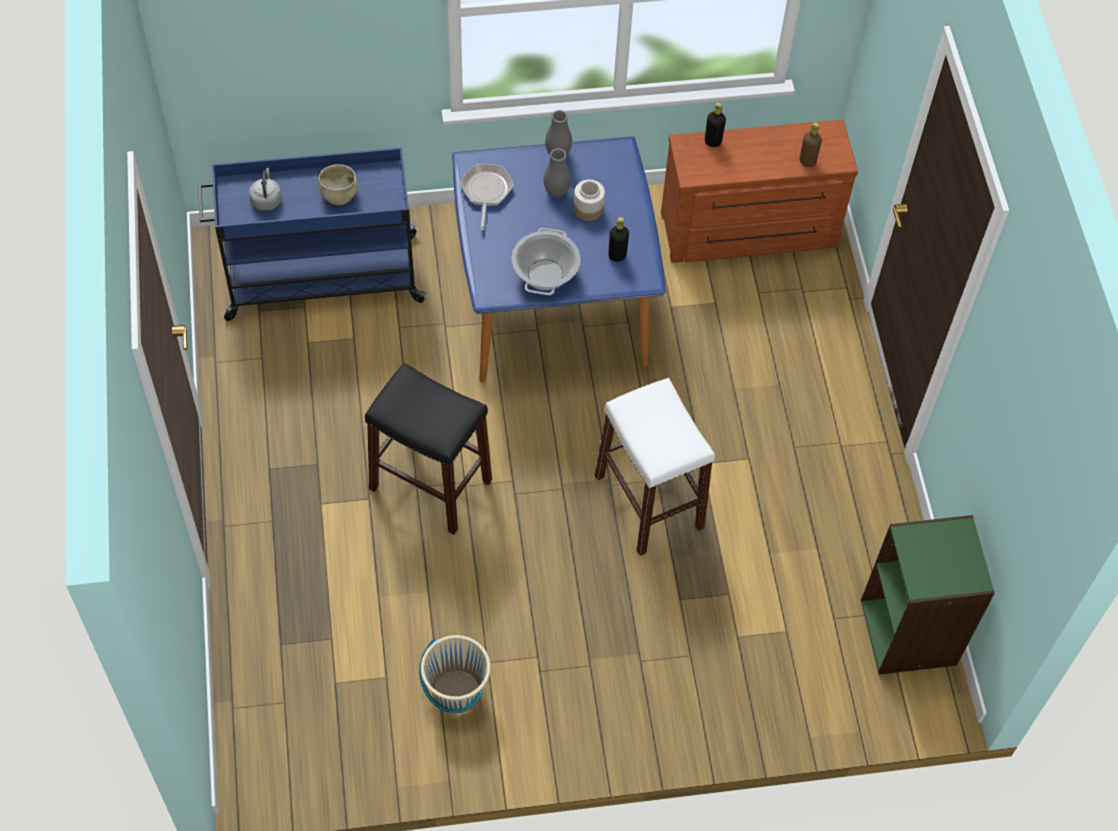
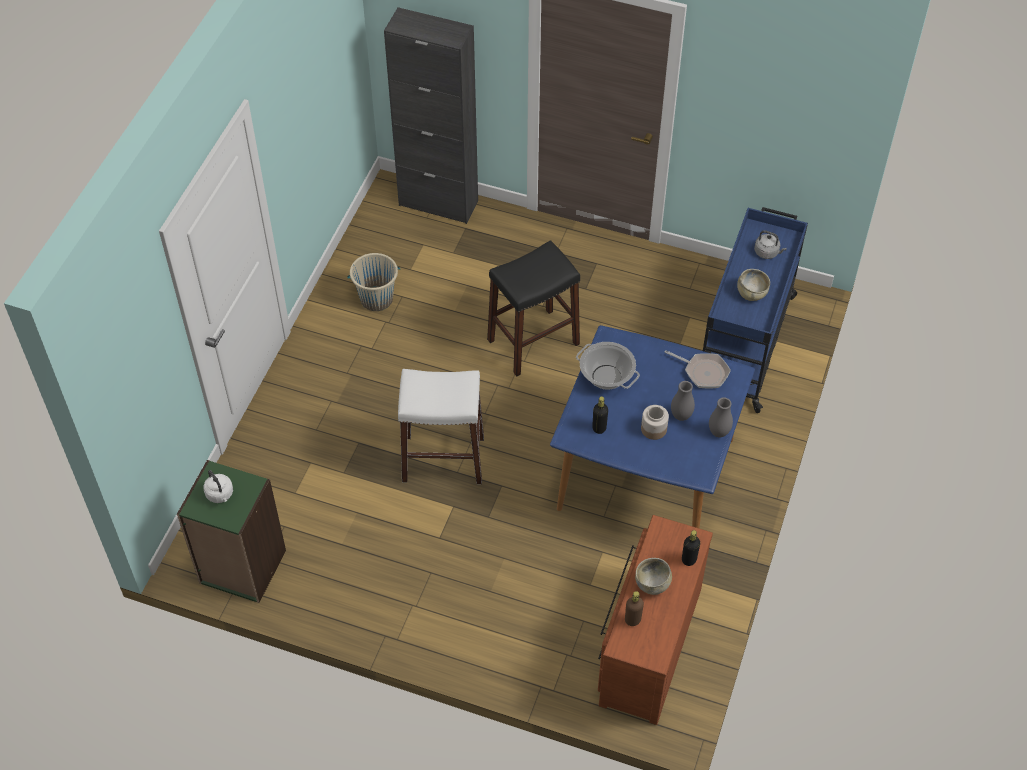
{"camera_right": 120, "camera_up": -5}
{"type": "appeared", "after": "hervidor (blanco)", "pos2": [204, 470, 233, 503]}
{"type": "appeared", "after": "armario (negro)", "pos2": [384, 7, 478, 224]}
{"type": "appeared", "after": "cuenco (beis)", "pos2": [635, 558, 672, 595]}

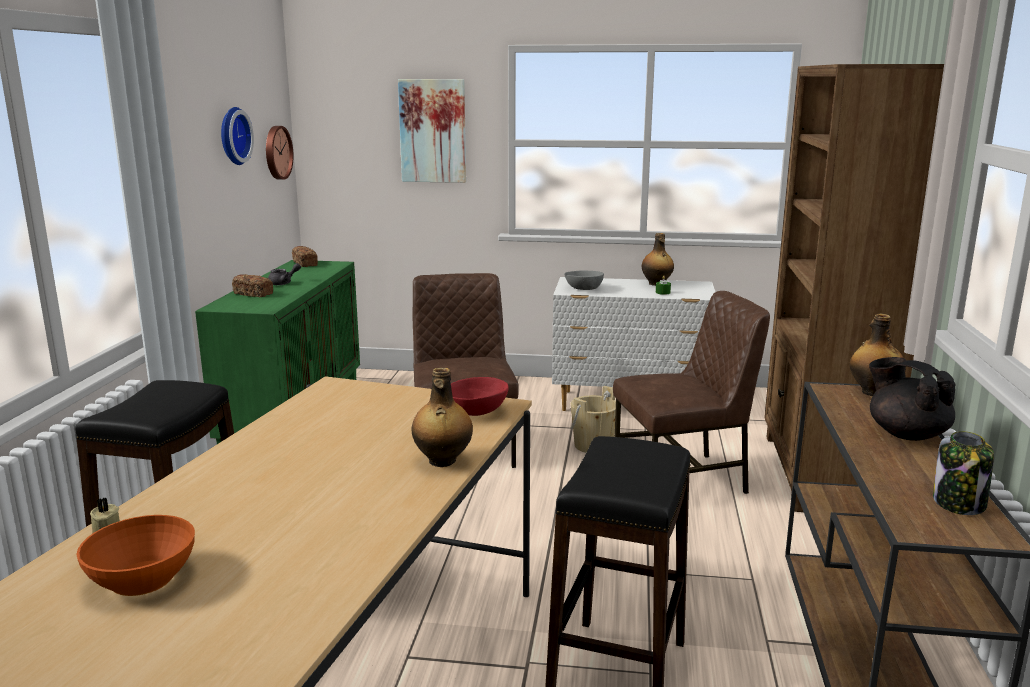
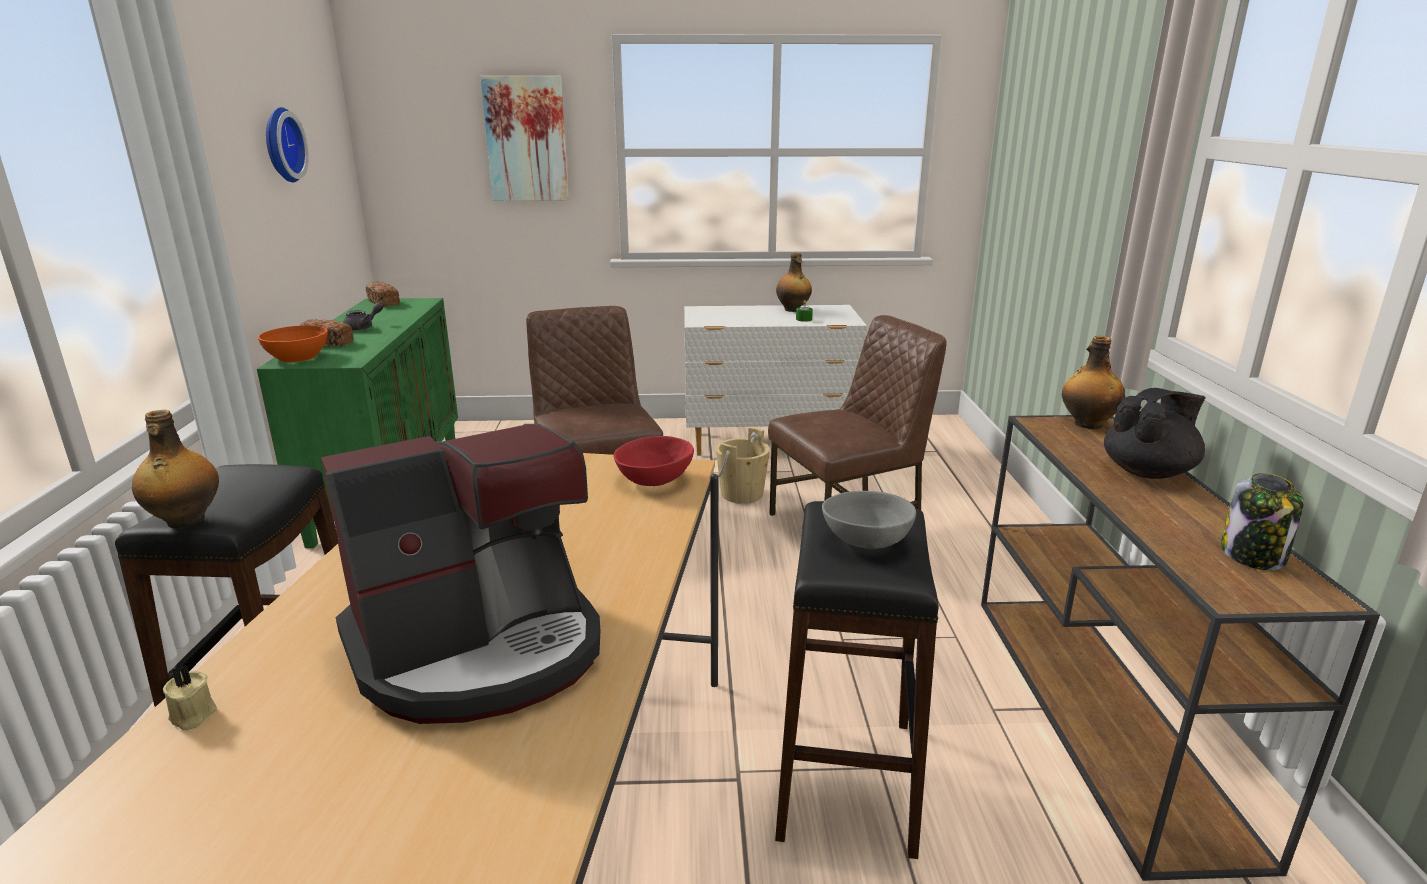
{"camera_right": -10, "camera_up": 5}
{"type": "relocated", "before": "botella", "pos1": [412, 368, 473, 467], "pos2": [132, 410, 219, 529]}
{"type": "relocated", "before": "cuenco (naranja)", "pos1": [76, 515, 195, 596], "pos2": [258, 325, 328, 363]}
{"type": "appeared", "after": "cafetera", "pos2": [321, 424, 600, 724]}
{"type": "relocated", "before": "cuenco (gris)", "pos1": [564, 270, 604, 290], "pos2": [822, 491, 916, 549]}
{"type": "spun", "before": "tetera (negro)", "pos1": [869, 357, 956, 441], "pos2": [1104, 388, 1205, 479], "turn": 105}
{"type": "missing", "before": "reloj de pared", "pos1": [266, 126, 293, 180]}
{"type": "missing", "before": "estantería (marrón)", "pos1": [764, 64, 944, 512]}

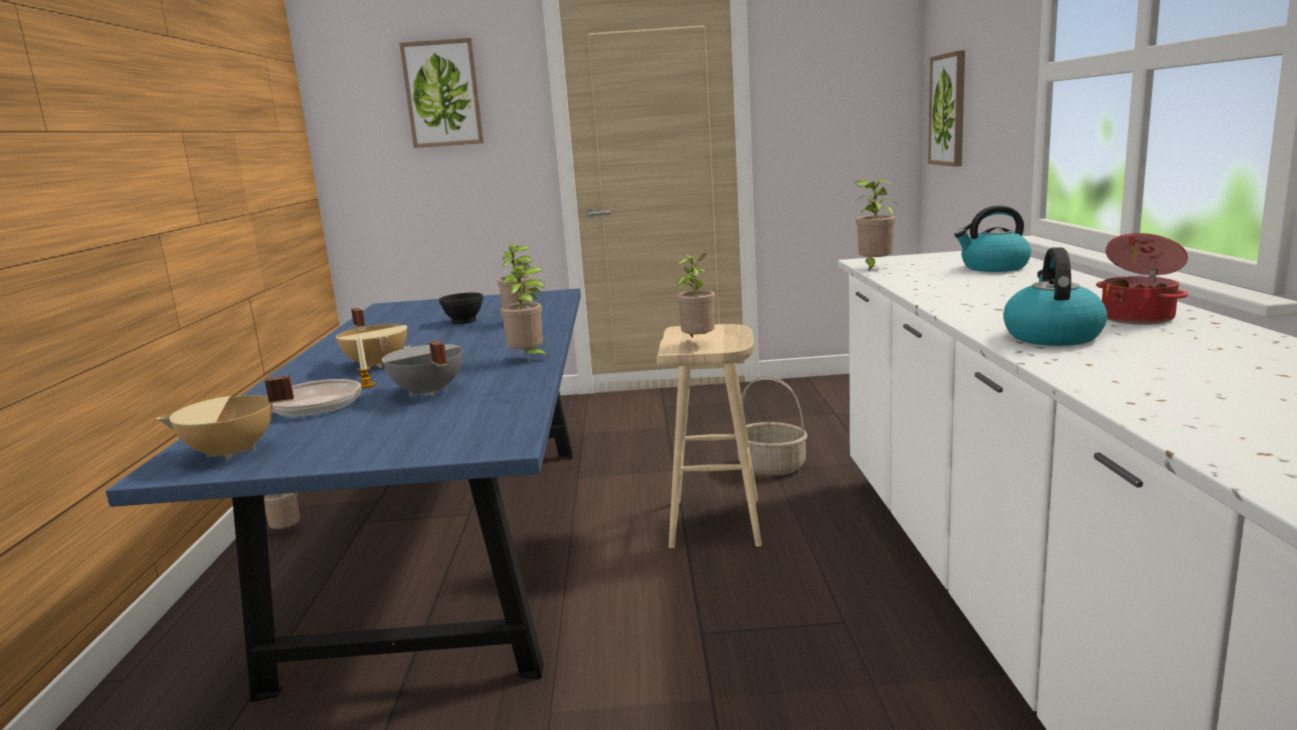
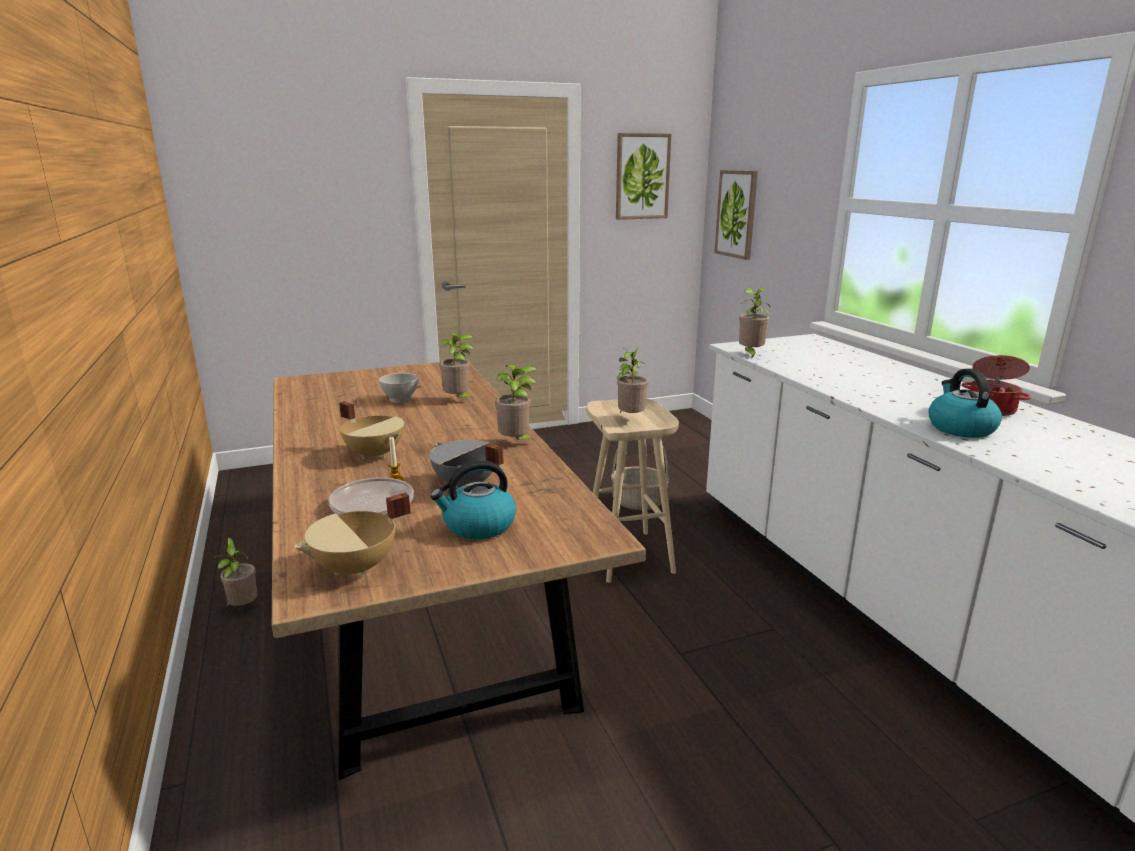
{"camera_right": -20, "camera_up": 5}
{"type": "colour", "before": "mesa de comedor (azul)", "after": "mesa de comedor (marrón)", "pos1": [106, 289, 581, 702], "pos2": [272, 362, 646, 780]}
{"type": "colour", "before": "cuenco (negro)", "after": "cuenco (blanco)", "pos1": [439, 293, 483, 324], "pos2": [379, 373, 419, 403]}
{"type": "relocated", "before": "hervidor", "pos1": [954, 205, 1031, 272], "pos2": [430, 460, 516, 539]}
{"type": "relocated", "before": "cuadro", "pos1": [399, 38, 484, 148], "pos2": [616, 133, 671, 220]}

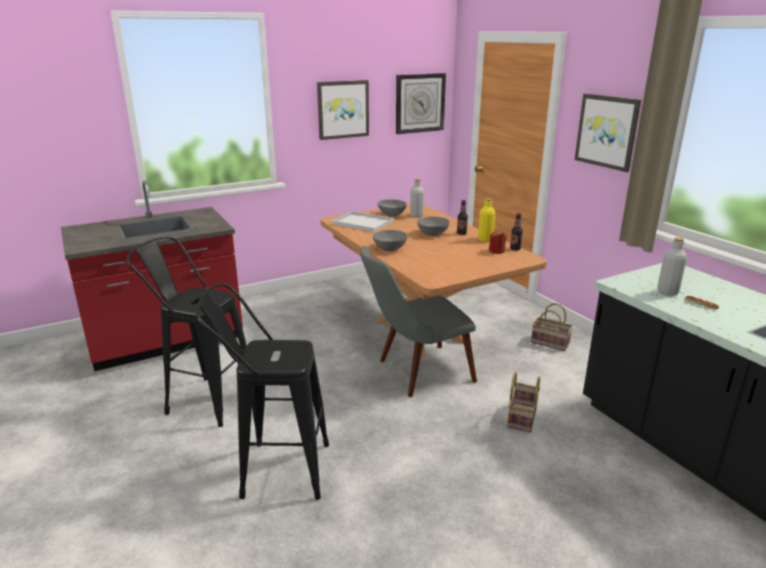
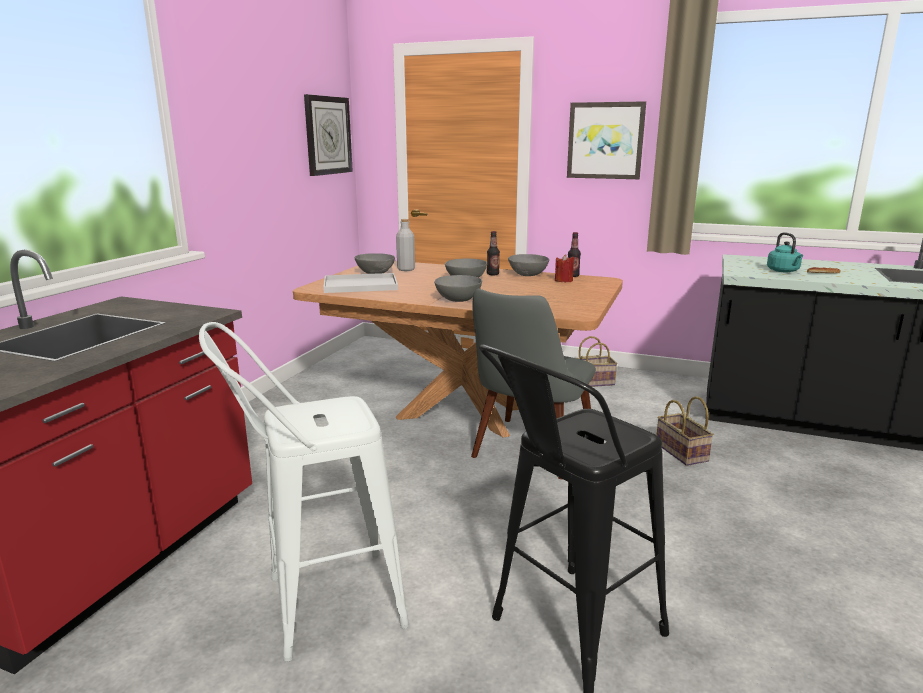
{"camera_right": -40, "camera_up": -5}
{"type": "colour", "before": "taburete (negro)", "after": "taburete (blanco)", "pos1": [126, 237, 247, 427], "pos2": [199, 322, 409, 661]}
{"type": "exchanged", "before": "botella (amarillo)", "after": "cuenco (gris)", "pos1": [478, 198, 495, 242], "pos2": [508, 254, 549, 276]}
{"type": "exchanged", "before": "botella (gris)", "after": "hervidor (turquesa)", "pos1": [657, 237, 687, 296], "pos2": [767, 232, 803, 272]}
{"type": "missing", "before": "cuadro", "pos1": [317, 80, 369, 140]}

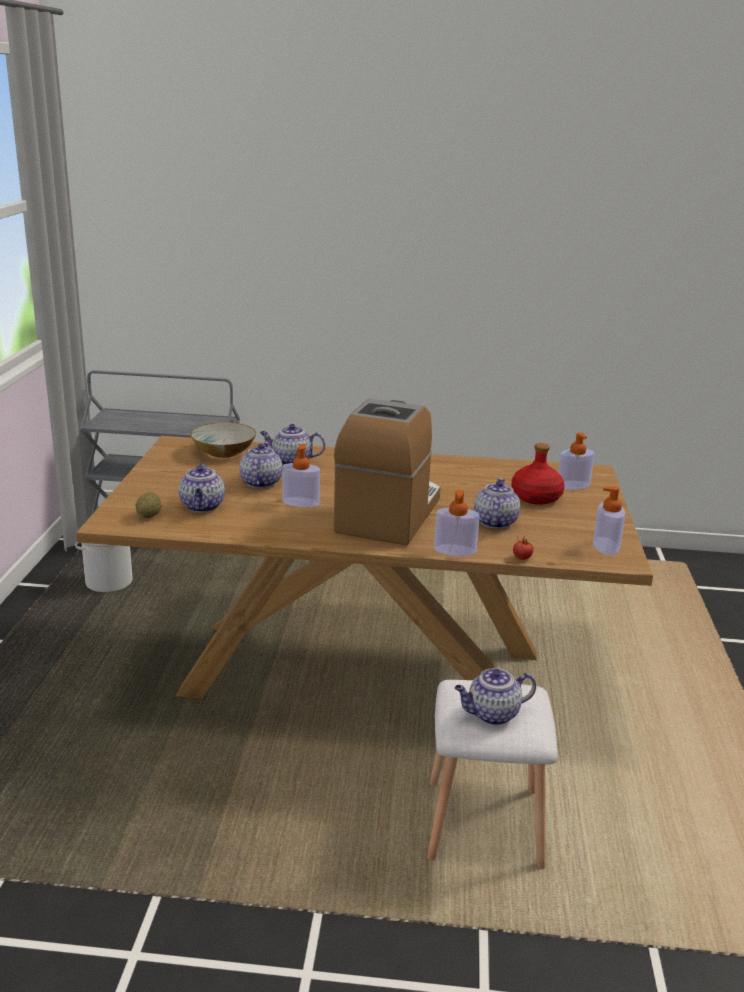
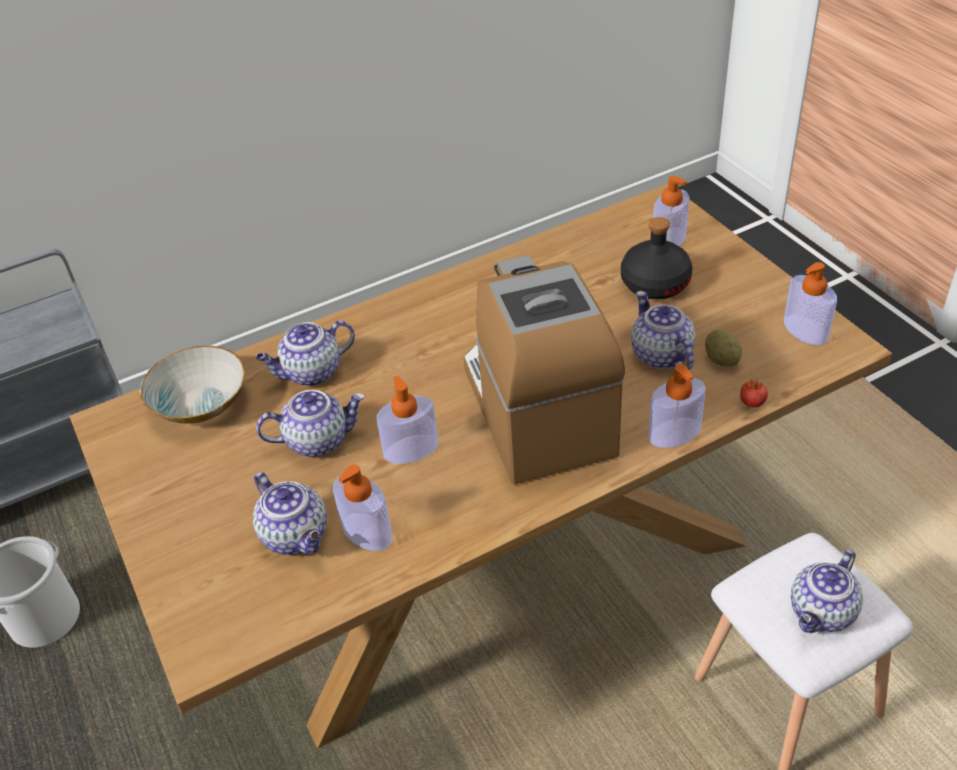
{"camera_right": -30, "camera_up": 20}
{"type": "spun", "before": "tetera", "pos1": [239, 442, 282, 488], "pos2": [256, 390, 365, 457], "turn": 105}
{"type": "appeared", "after": "dispensador de jabón", "pos2": [333, 464, 392, 551]}
{"type": "colour", "before": "botella (rojo)", "after": "botella (negro)", "pos1": [511, 443, 565, 505], "pos2": [621, 217, 692, 299]}
{"type": "relocated", "before": "patata", "pos1": [135, 492, 161, 518], "pos2": [705, 330, 742, 367]}

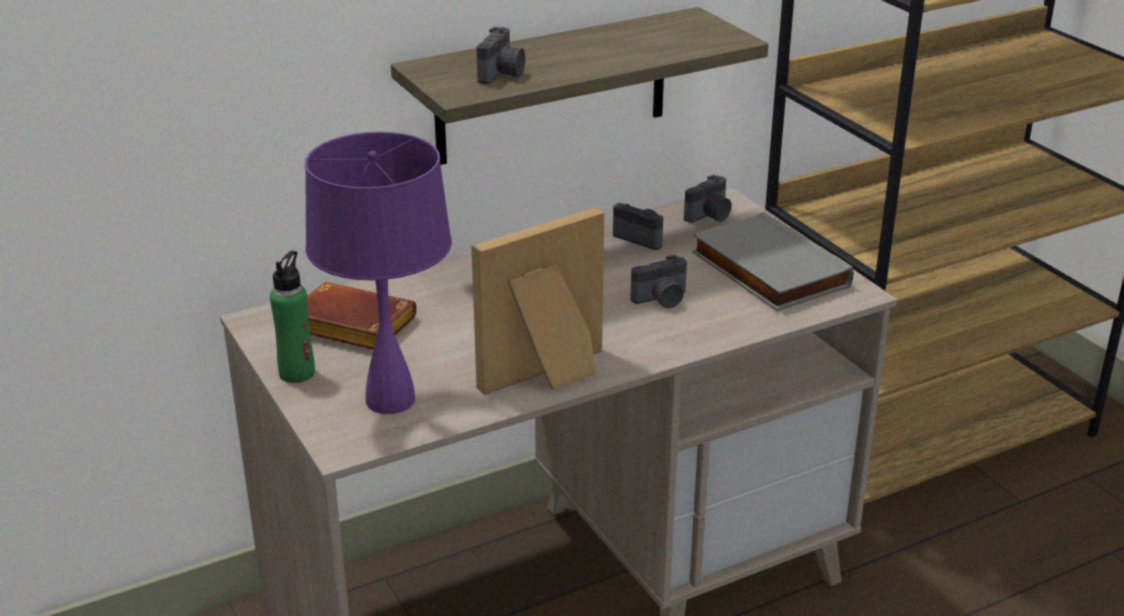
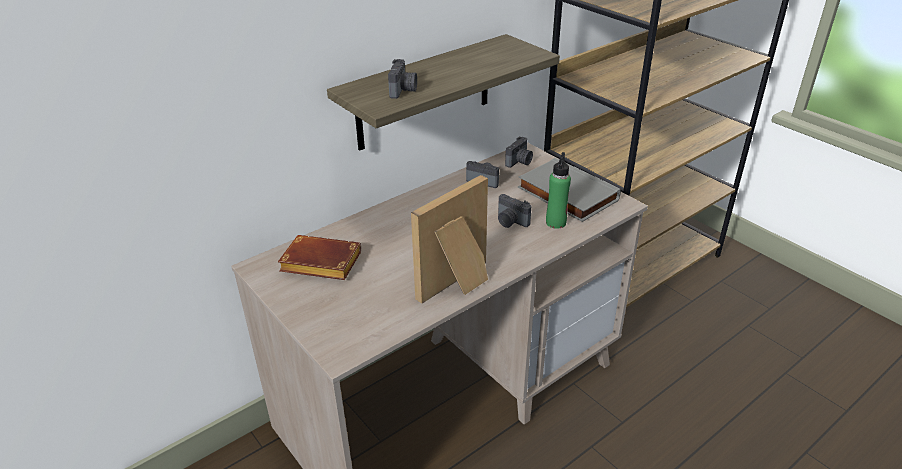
{"camera_right": -10, "camera_up": 5}
{"type": "spun", "before": "cámara", "pos1": [631, 255, 687, 308], "pos2": [498, 194, 531, 228], "turn": 75}
{"type": "relocated", "before": "botella (verde)", "pos1": [270, 250, 315, 383], "pos2": [546, 152, 571, 229]}
{"type": "missing", "before": "lámpara de mesa (morado)", "pos1": [305, 132, 452, 414]}

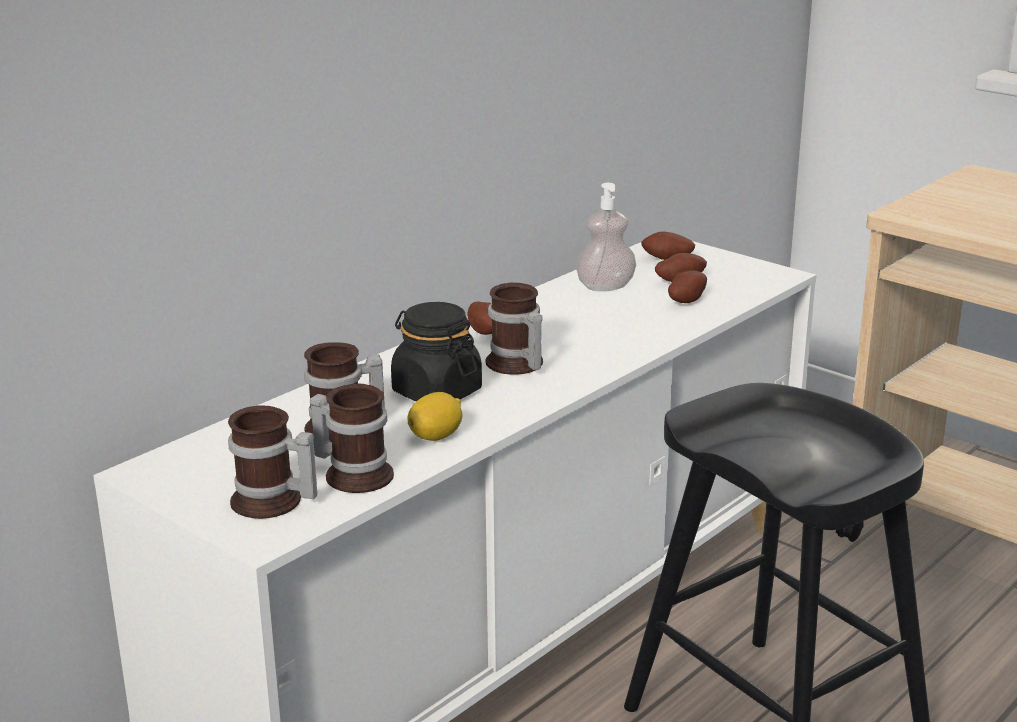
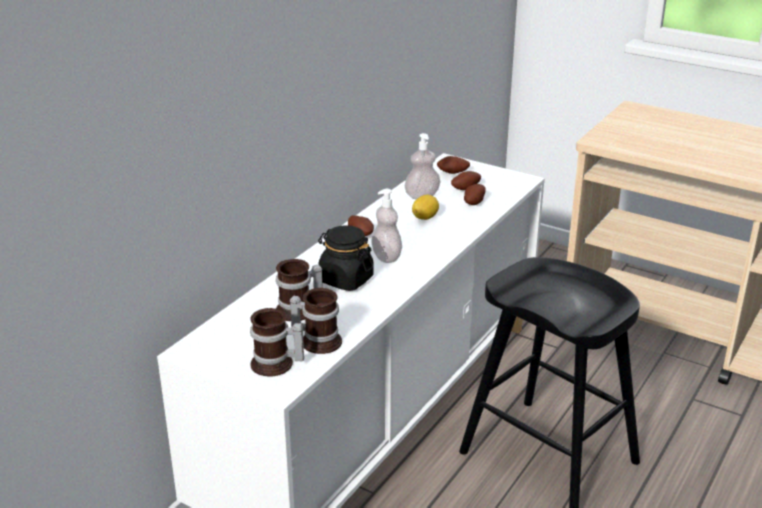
{"camera_right": -10, "camera_up": 5}
{"type": "exchanged", "before": "taza grande", "after": "dispensador de jabón", "pos1": [485, 283, 543, 375], "pos2": [371, 189, 402, 263]}
{"type": "relocated", "before": "limón", "pos1": [407, 392, 462, 441], "pos2": [412, 195, 439, 220]}

